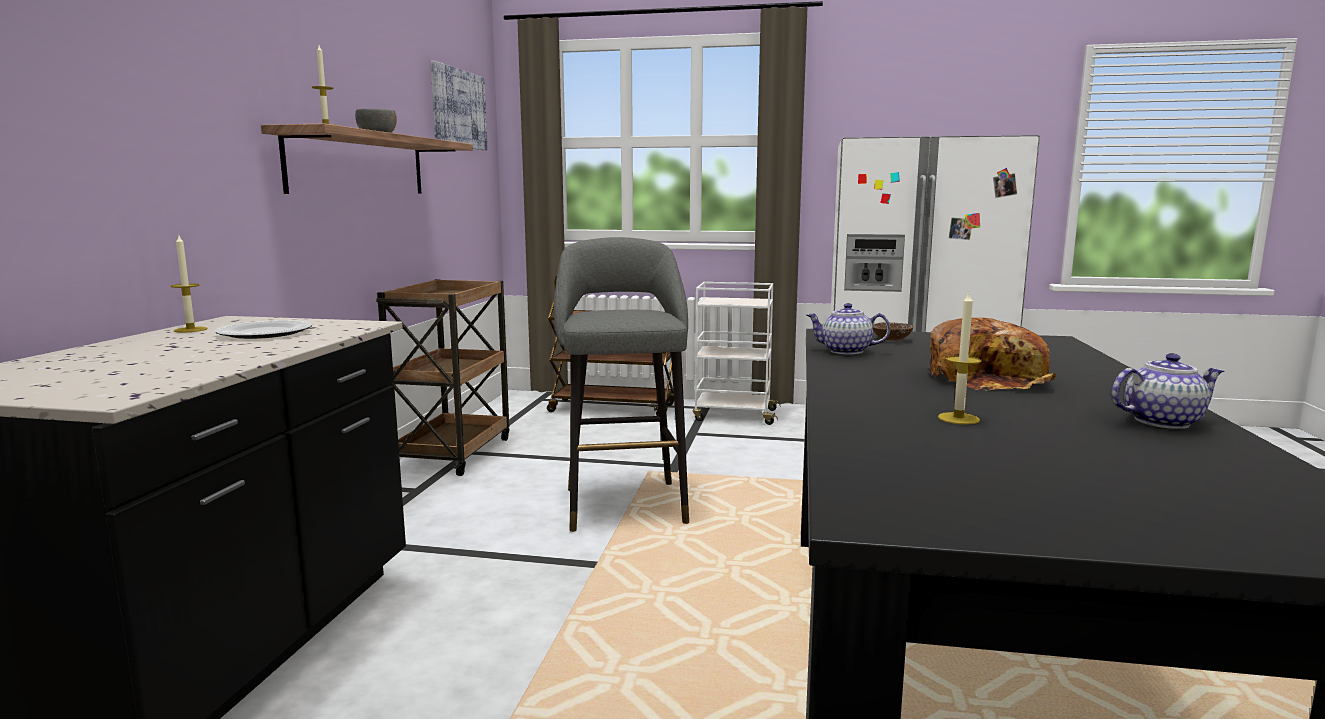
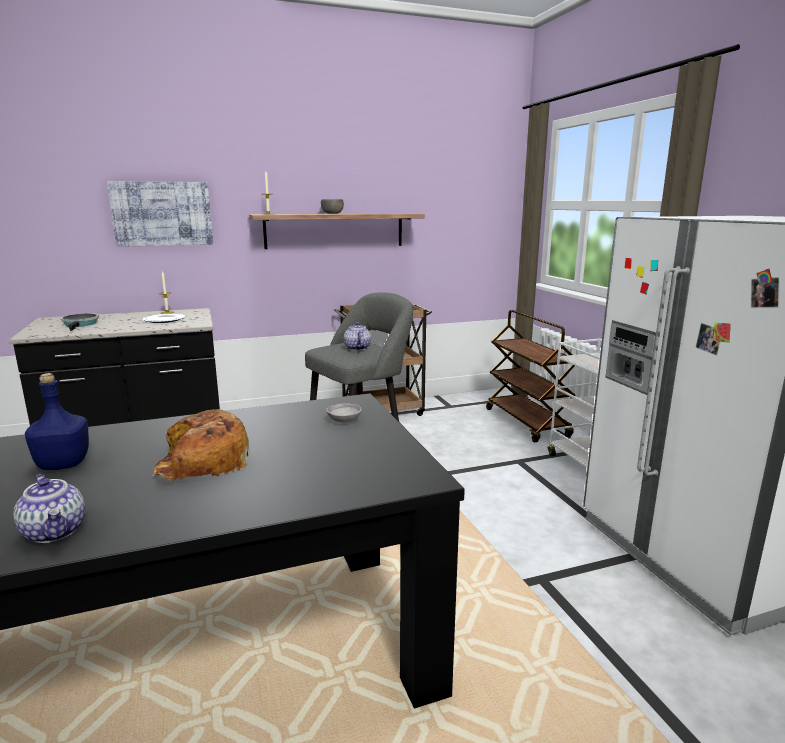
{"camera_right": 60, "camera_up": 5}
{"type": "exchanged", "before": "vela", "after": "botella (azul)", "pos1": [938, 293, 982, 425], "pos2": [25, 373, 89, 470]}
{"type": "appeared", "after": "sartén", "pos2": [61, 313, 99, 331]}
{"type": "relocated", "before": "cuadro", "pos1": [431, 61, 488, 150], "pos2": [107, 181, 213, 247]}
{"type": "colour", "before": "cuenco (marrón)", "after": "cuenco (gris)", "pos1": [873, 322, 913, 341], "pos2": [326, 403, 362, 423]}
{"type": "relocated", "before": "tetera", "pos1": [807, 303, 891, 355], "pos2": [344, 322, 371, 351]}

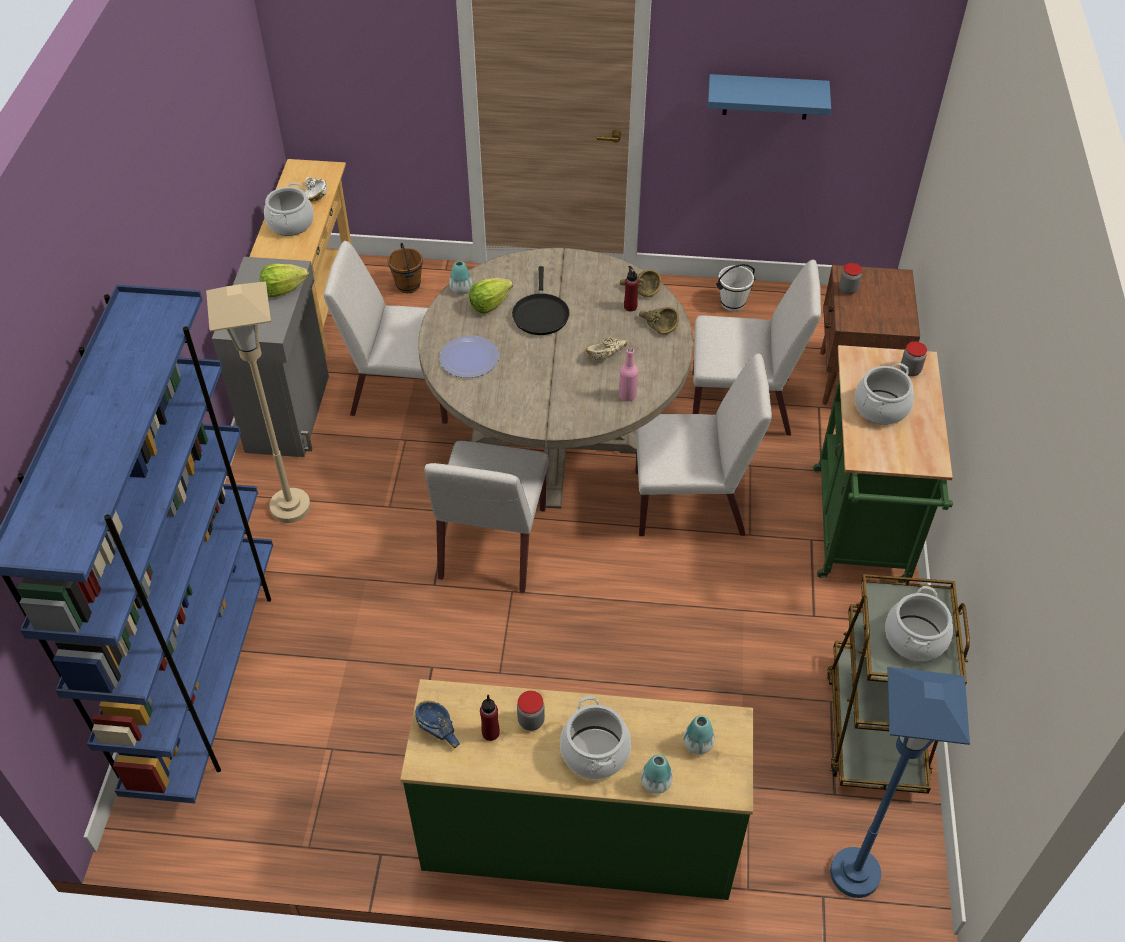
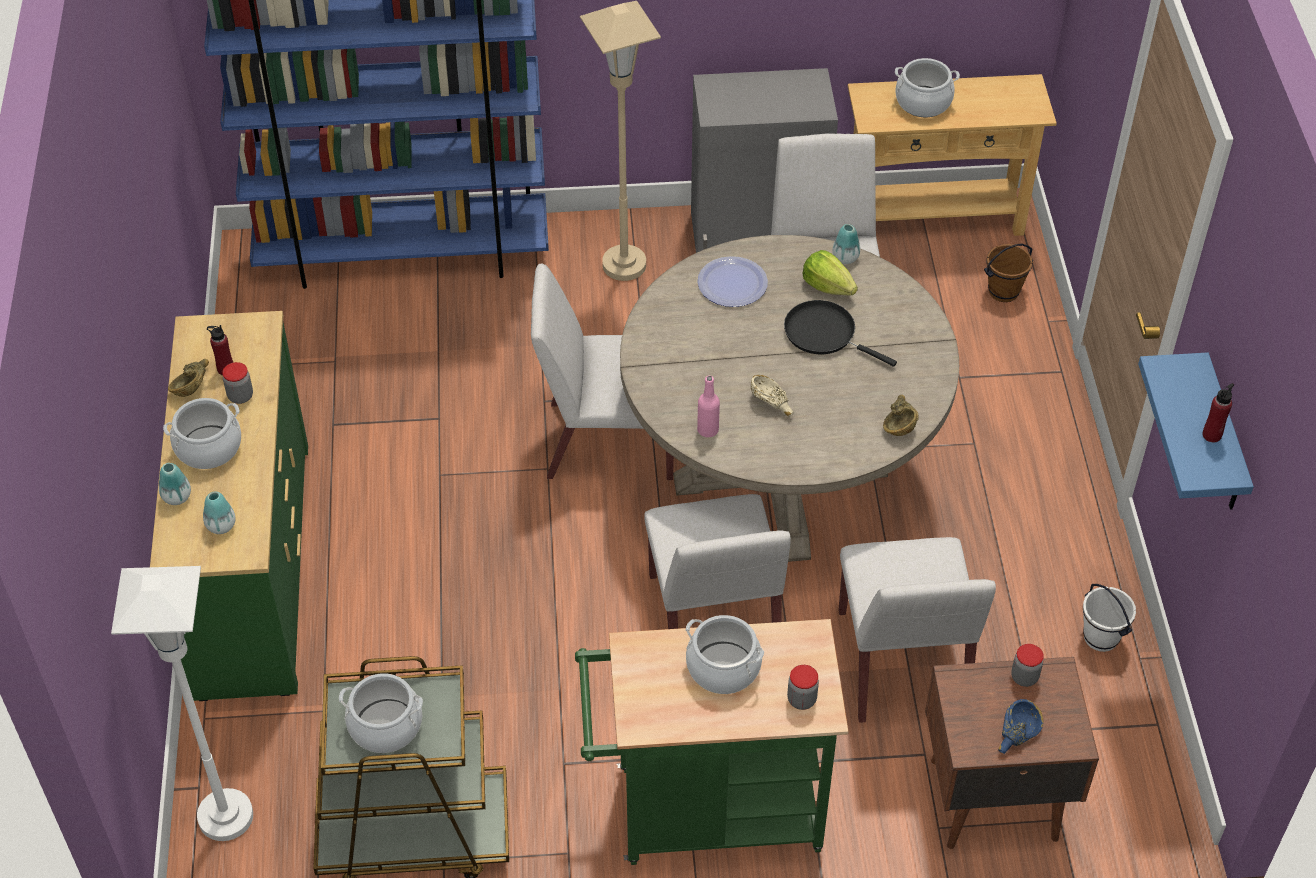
{"camera_right": 80, "camera_up": 0}
{"type": "colour", "before": "lámpara de pie (azul)", "after": "lámpara de pie (blanco)", "pos1": [830, 667, 970, 898], "pos2": [111, 566, 253, 841]}
{"type": "relocated", "before": "cuenco (marrón)", "pos1": [639, 307, 679, 335], "pos2": [168, 359, 209, 397]}
{"type": "spun", "before": "sartén (negro)", "pos1": [512, 266, 570, 335], "pos2": [784, 300, 897, 367], "turn": 45}
{"type": "relocated", "before": "cuenco (azul)", "pos1": [415, 700, 460, 748], "pos2": [998, 699, 1043, 754]}
{"type": "relocated", "before": "botella (rojo)", "pos1": [624, 266, 639, 311], "pos2": [1202, 383, 1234, 442]}
{"type": "missing", "before": "lechuga", "pos1": [260, 264, 309, 297]}
{"type": "missing", "before": "cuenco (blanco)", "pos1": [305, 177, 327, 202]}

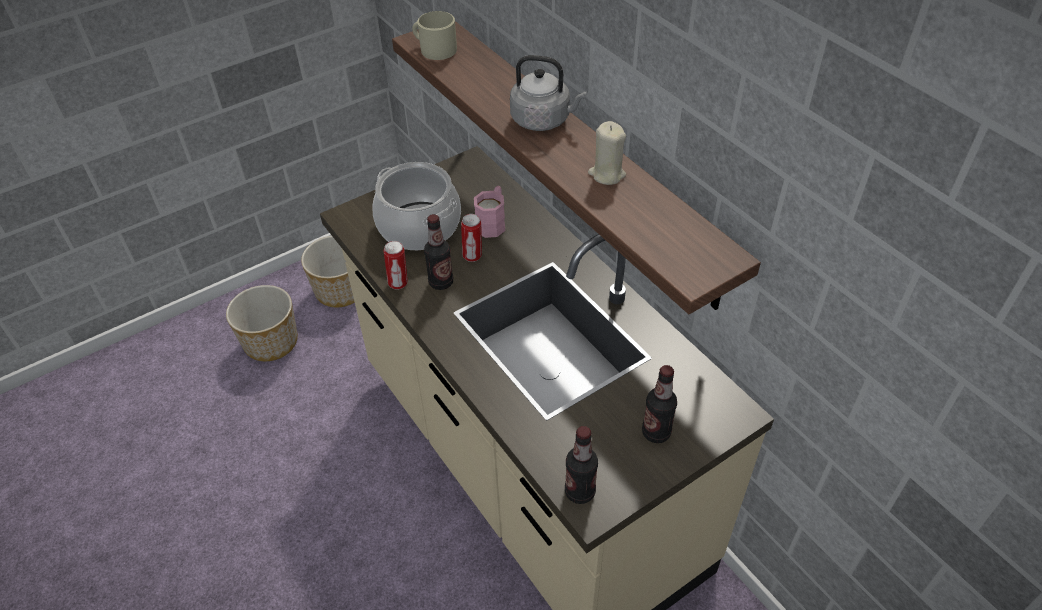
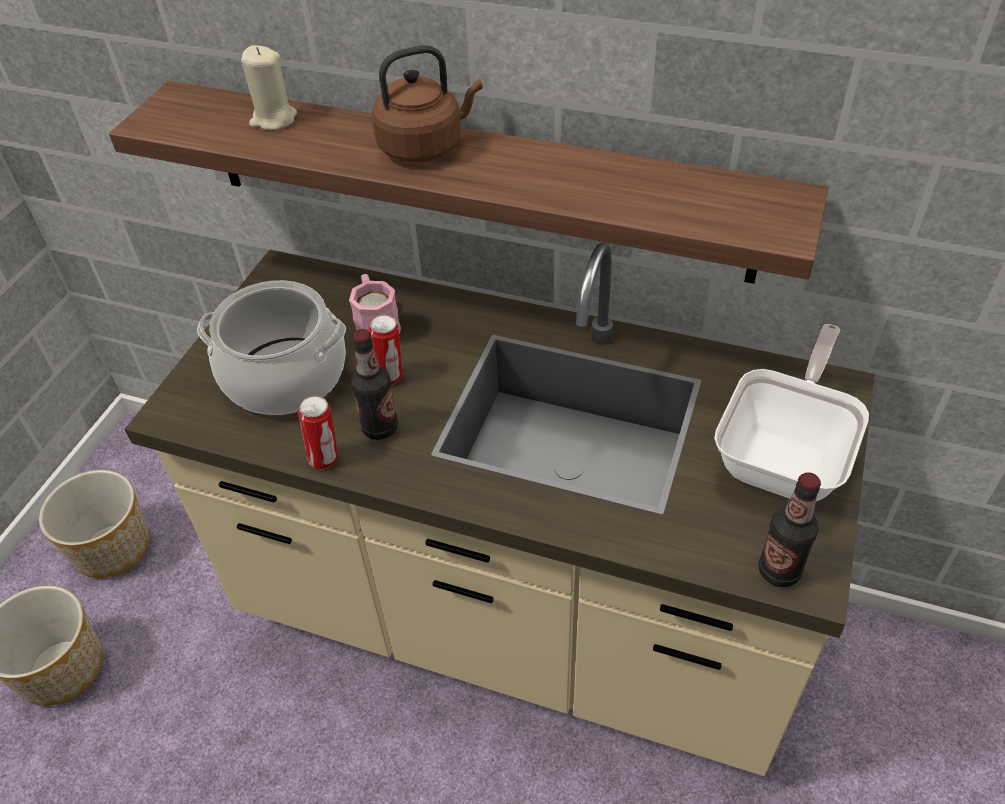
{"camera_right": -35, "camera_up": 0}
{"type": "relocated", "before": "vela (beis)", "pos1": [588, 121, 626, 185], "pos2": [241, 45, 297, 130]}
{"type": "colour", "before": "hervidor (gris)", "after": "hervidor (marrón)", "pos1": [510, 55, 586, 131], "pos2": [372, 45, 483, 162]}
{"type": "exchanged", "before": "botella", "after": "sartén", "pos1": [642, 365, 677, 443], "pos2": [714, 324, 869, 501]}
{"type": "missing", "before": "taza grande (beis)", "pos1": [412, 11, 457, 60]}

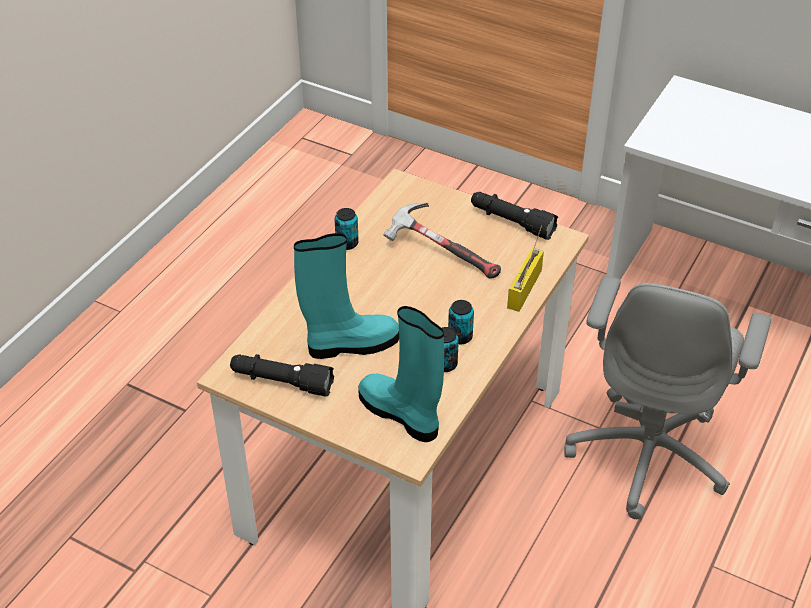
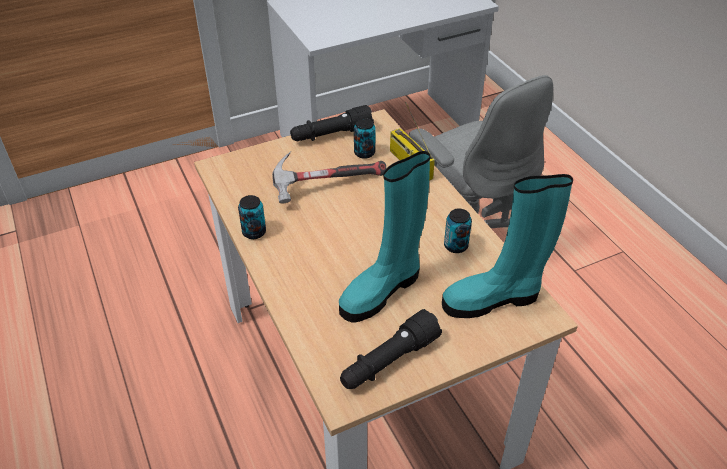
{"camera_right": -55, "camera_up": 0}
{"type": "spun", "before": "bota (turquesa)", "pos1": [294, 233, 399, 359], "pos2": [339, 151, 430, 322], "turn": -150}
{"type": "relocated", "before": "lata", "pos1": [448, 300, 474, 344], "pos2": [354, 118, 376, 159]}

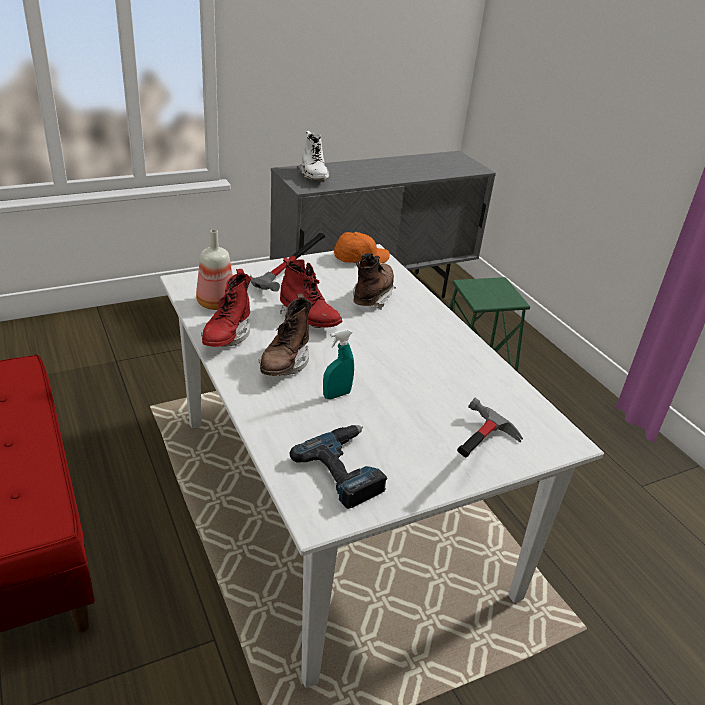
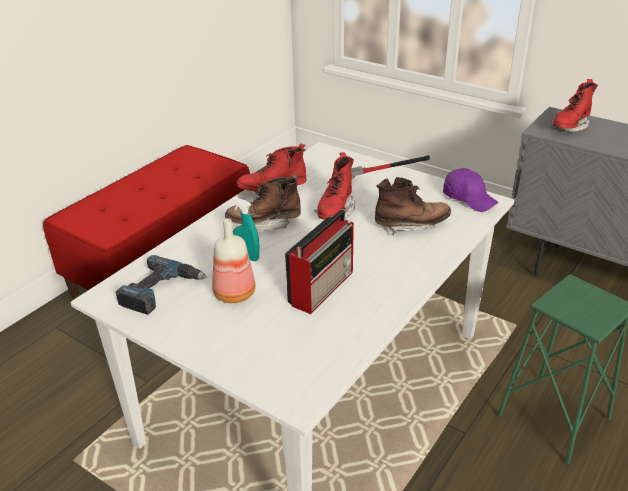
{"camera_right": 65, "camera_up": 0}
{"type": "relocated", "before": "botella", "pos1": [196, 229, 233, 310], "pos2": [212, 218, 255, 303]}
{"type": "appeared", "after": "radio", "pos2": [285, 209, 354, 314]}
{"type": "colour", "before": "gorra (naranja)", "after": "gorra (morado)", "pos1": [334, 232, 390, 264], "pos2": [443, 168, 498, 212]}
{"type": "colour", "before": "bota (blanco)", "after": "bota (rojo)", "pos1": [297, 131, 329, 181], "pos2": [552, 79, 598, 132]}
{"type": "missing", "before": "martillo", "pos1": [457, 398, 523, 458]}

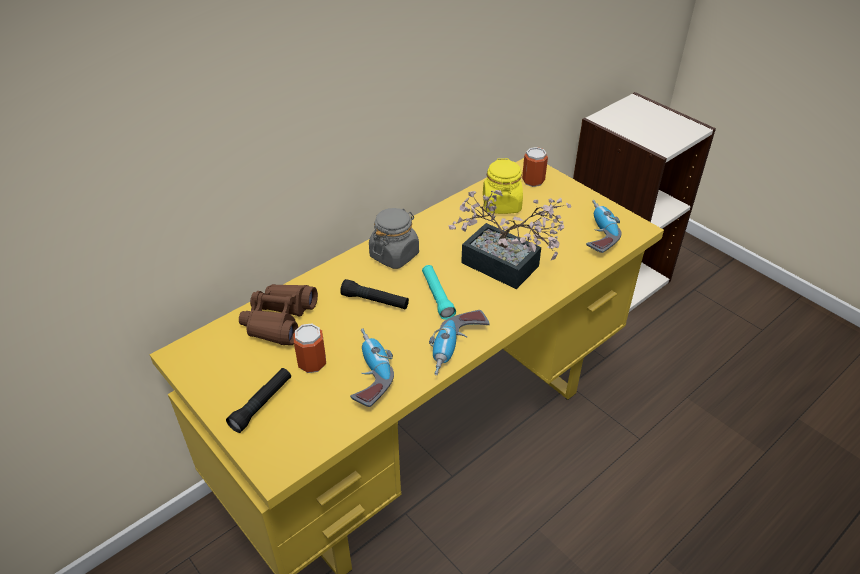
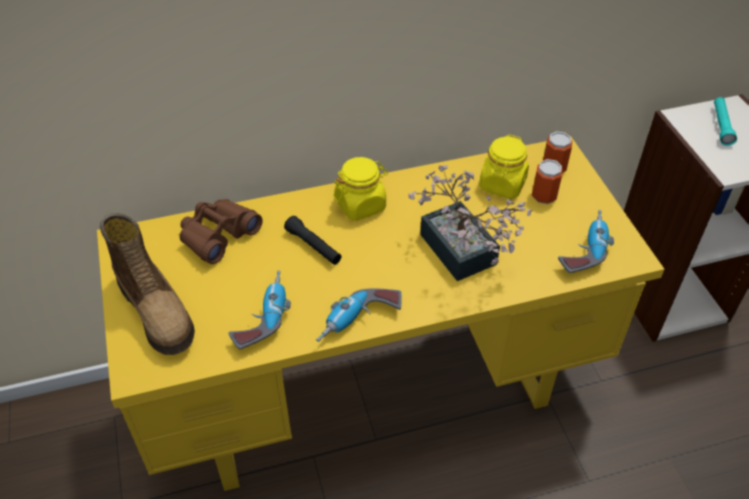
{"camera_right": 25, "camera_up": 5}
{"type": "exchanged", "before": "linterna (negro)", "after": "bota", "pos1": [226, 368, 291, 433], "pos2": [100, 213, 195, 355]}
{"type": "colour", "before": "tarro (gris)", "after": "tarro (amarillo)", "pos1": [369, 208, 419, 269], "pos2": [333, 157, 388, 221]}
{"type": "relocated", "before": "lata", "pos1": [293, 323, 326, 373], "pos2": [532, 159, 563, 204]}
{"type": "relocated", "before": "linterna (turquesa)", "pos1": [422, 265, 456, 320], "pos2": [714, 97, 737, 146]}

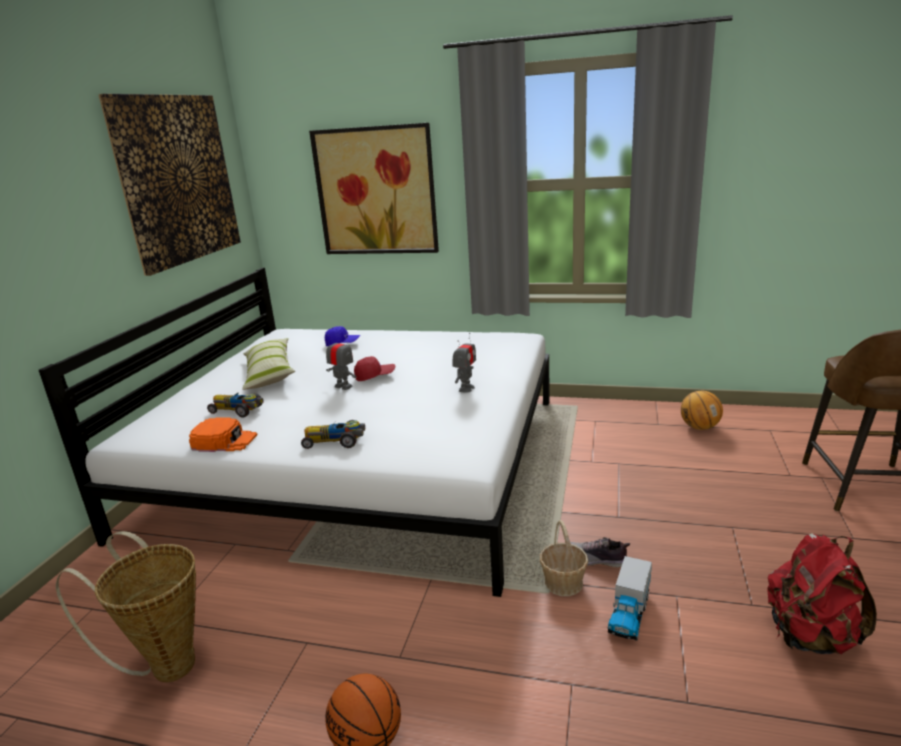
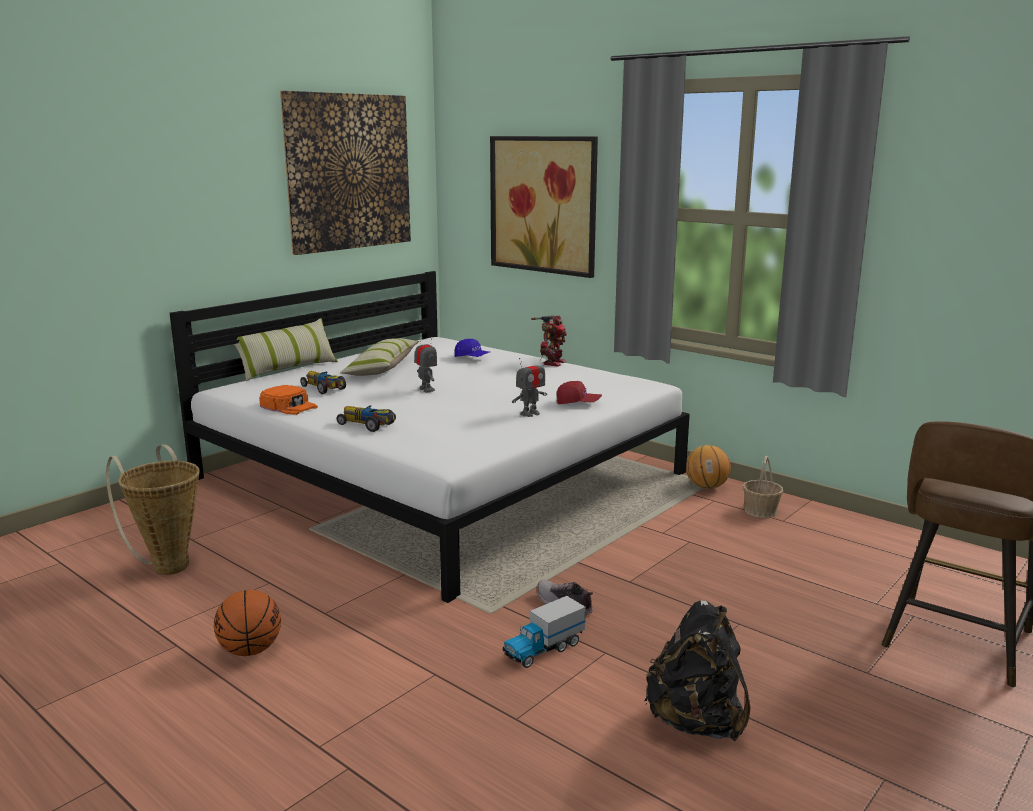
{"camera_right": 25, "camera_up": -5}
{"type": "appeared", "after": "cojín", "pos2": [234, 318, 338, 381]}
{"type": "appeared", "after": "robot de juguete", "pos2": [531, 315, 567, 367]}
{"type": "relocated", "before": "gorra (rojo)", "pos1": [354, 356, 395, 381], "pos2": [557, 381, 602, 404]}
{"type": "colour", "before": "mochila (rojo)", "after": "mochila (negro)", "pos1": [767, 533, 877, 654], "pos2": [644, 600, 751, 741]}
{"type": "relocated", "before": "balón de baloncesto", "pos1": [681, 391, 723, 430], "pos2": [686, 445, 731, 489]}
{"type": "relocated", "before": "cesta", "pos1": [540, 520, 588, 596], "pos2": [743, 456, 784, 518]}

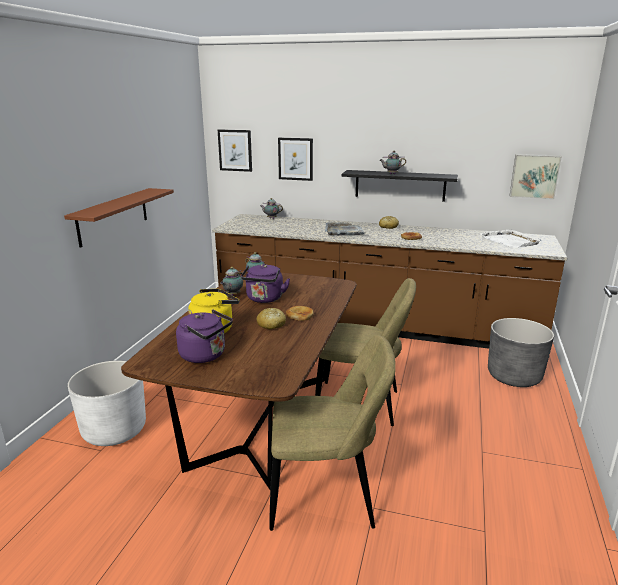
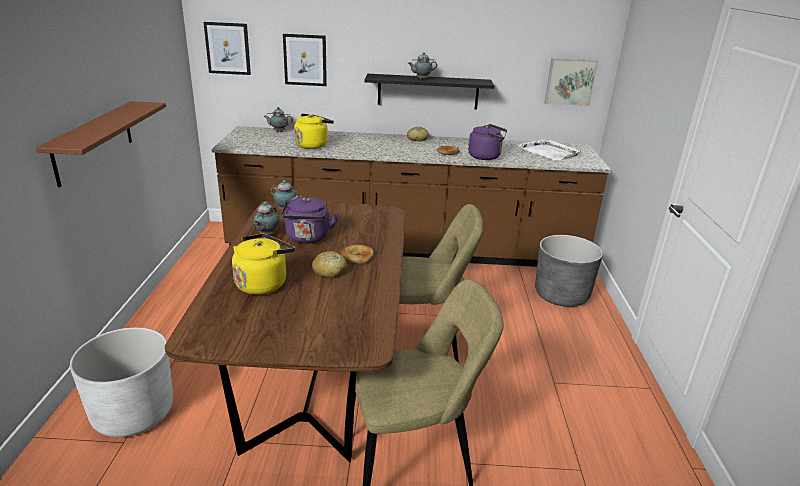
{"camera_right": -15, "camera_up": 5}
{"type": "appeared", "after": "hervidor (amarillo)", "pos2": [294, 114, 334, 149]}
{"type": "relocated", "before": "hervidor (morado)", "pos1": [176, 309, 233, 363], "pos2": [468, 124, 507, 160]}
{"type": "missing", "before": "bandeja (gris)", "pos1": [325, 222, 366, 236]}

